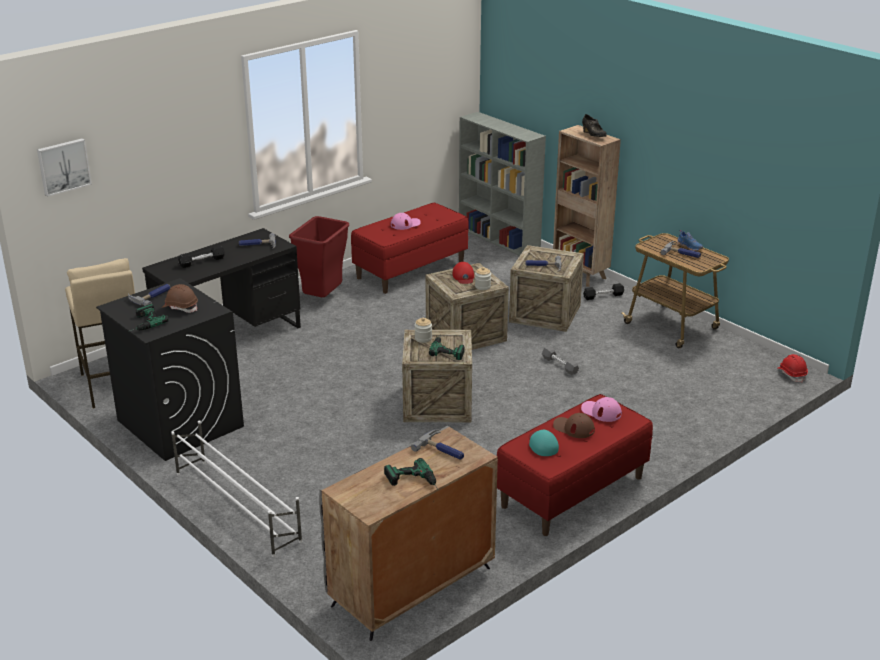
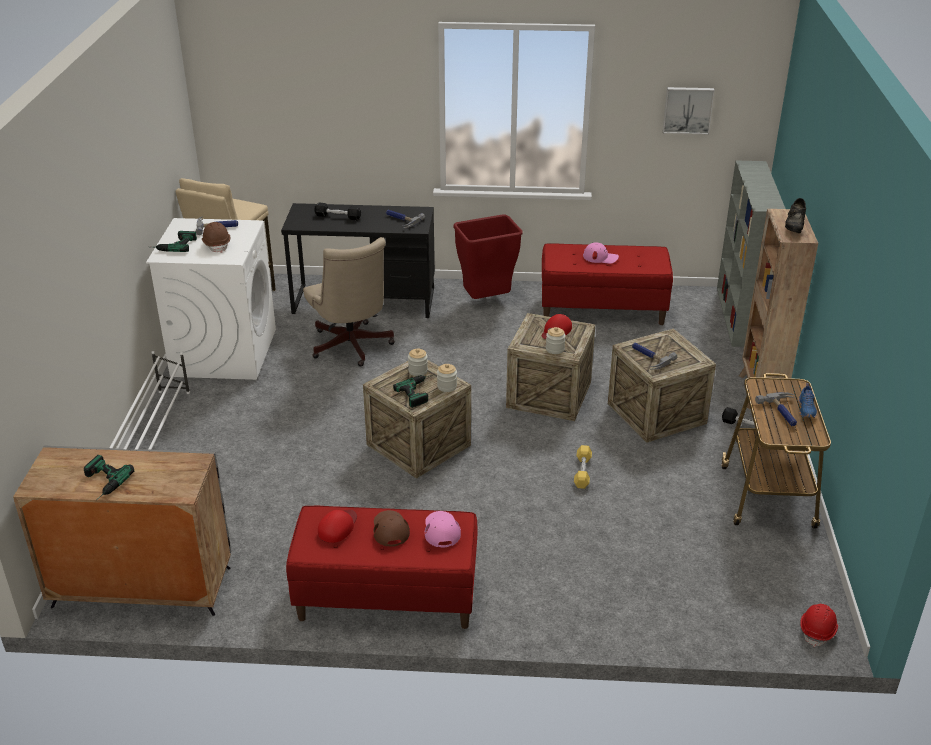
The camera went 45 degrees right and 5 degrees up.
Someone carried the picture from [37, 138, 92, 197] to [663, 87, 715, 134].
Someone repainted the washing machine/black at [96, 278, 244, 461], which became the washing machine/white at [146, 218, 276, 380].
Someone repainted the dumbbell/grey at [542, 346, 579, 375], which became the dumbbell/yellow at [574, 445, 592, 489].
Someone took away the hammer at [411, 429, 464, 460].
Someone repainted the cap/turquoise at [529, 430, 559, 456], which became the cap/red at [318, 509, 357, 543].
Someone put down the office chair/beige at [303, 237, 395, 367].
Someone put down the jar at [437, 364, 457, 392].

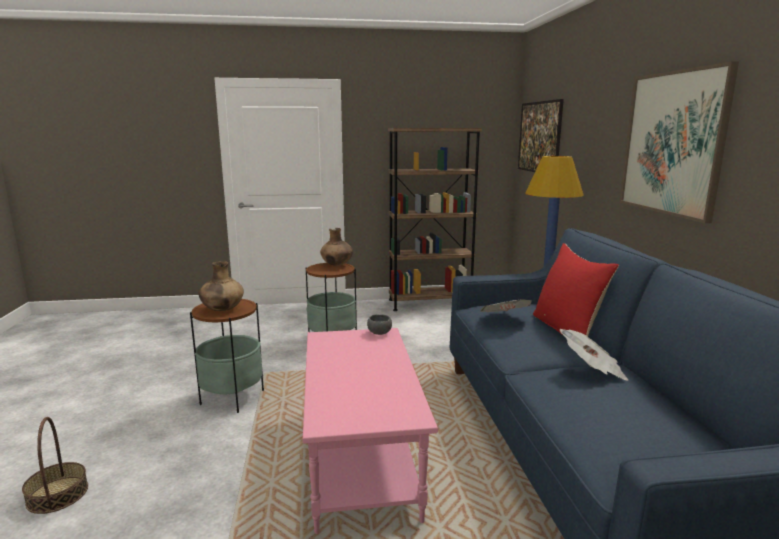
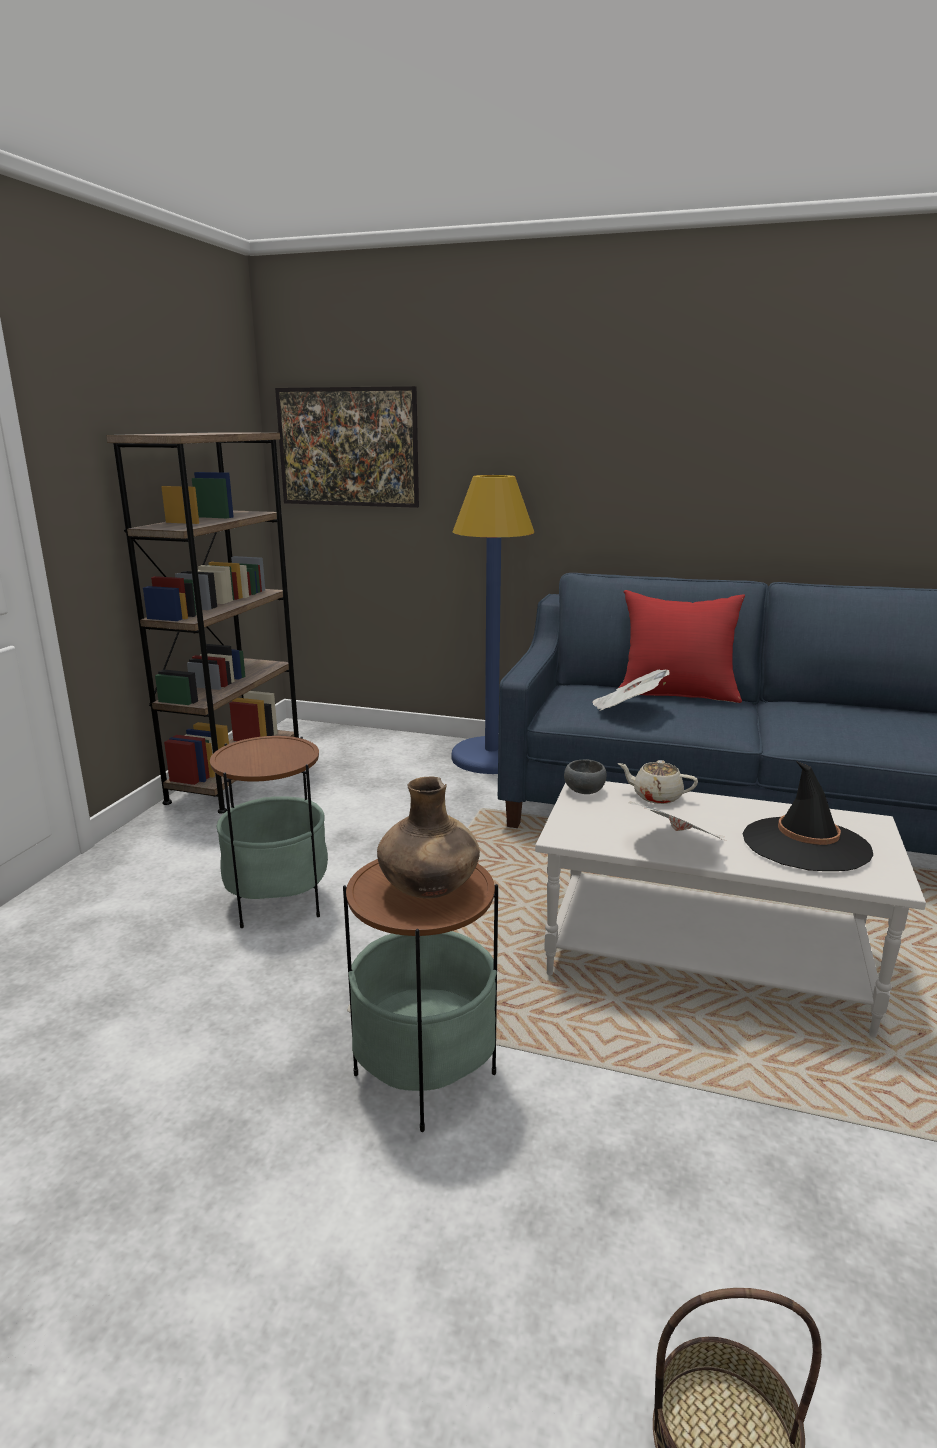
The camera went 65 degrees left and 5 degrees up.
Someone took away the picture at [619, 61, 739, 223].
Someone took away the vase/brown at [320, 228, 353, 266].
Someone repainted the coffee table/pink at [303, 328, 438, 534], which became the coffee table/white at [535, 781, 926, 1038].
Someone carried the newspaper from [560, 329, 628, 381] to [629, 802, 726, 841].
Someone put down the teapot/beige at [617, 760, 698, 804].
Someone put down the hat/black at [743, 761, 873, 871].

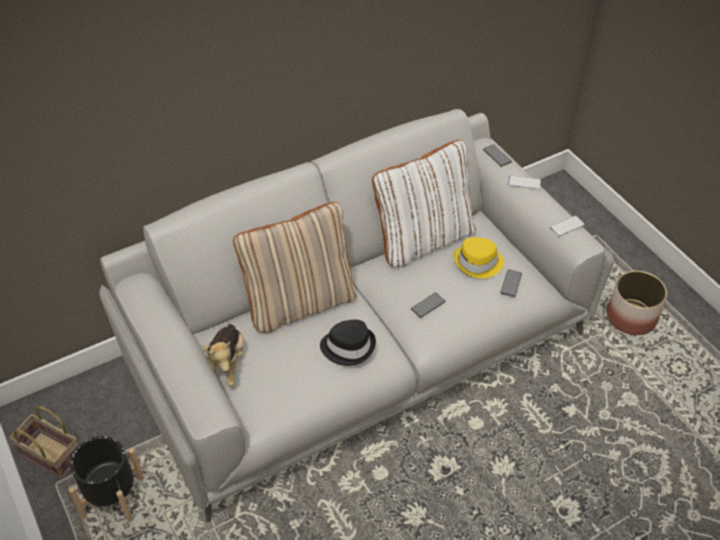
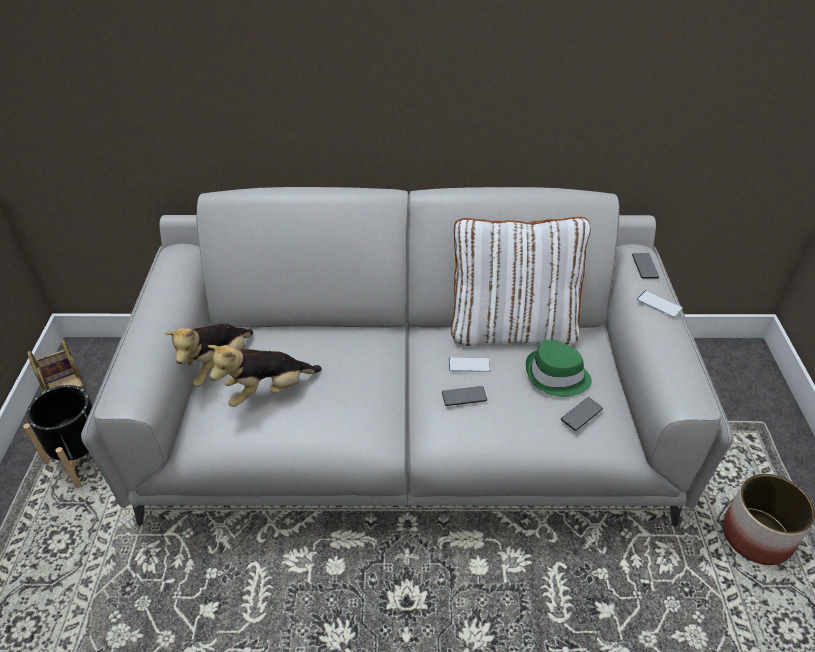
The camera went 30 degrees right and 5 degrees down.
Someone took away the pillow/beige at [233, 202, 357, 333].
Someone carried the phone from [550, 216, 585, 236] to [449, 357, 490, 372].
Someone repainted the hat/yellow at [454, 237, 504, 279], which became the hat/green at [526, 339, 592, 397].
Someone took away the hat/black at [320, 320, 376, 366].
Someone put down the plush toy at [207, 345, 322, 407].

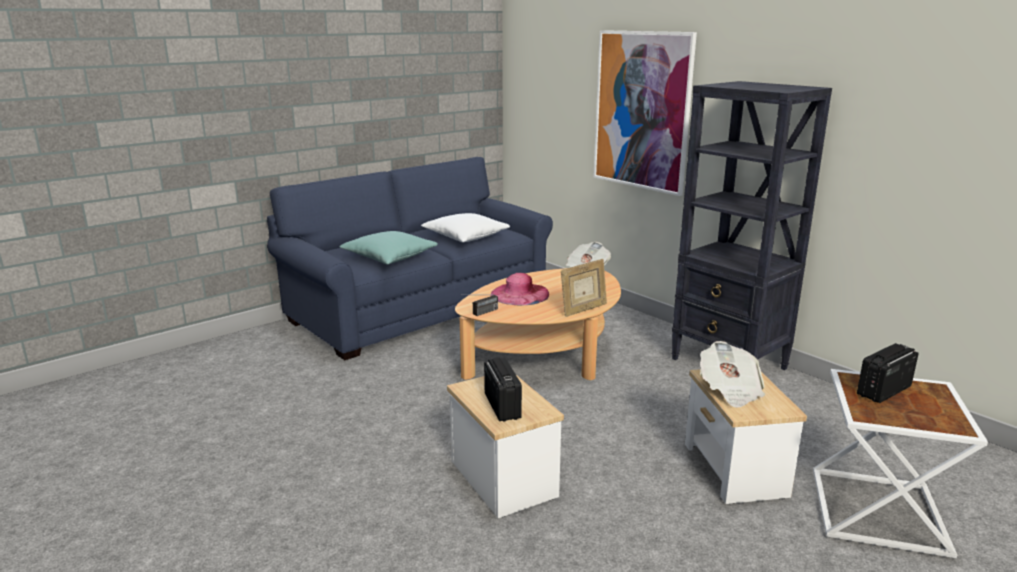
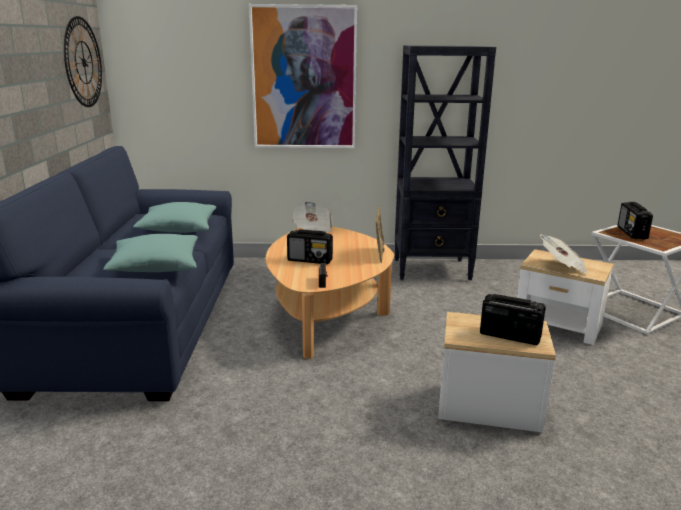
The camera went 50 degrees left and 0 degrees up.
Someone repainted the pillow/white at [421, 213, 510, 243], which became the pillow/turquoise at [133, 202, 216, 233].
Someone swapped the hat/pink at [491, 273, 549, 305] for the radio at [287, 229, 333, 264].
Someone put up the wall clock at [64, 16, 102, 107].

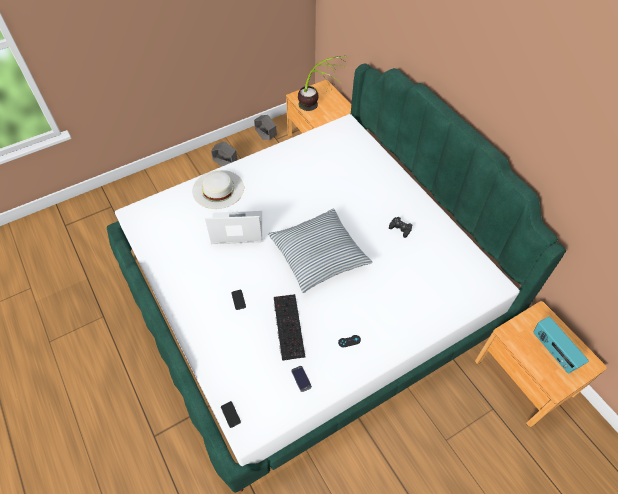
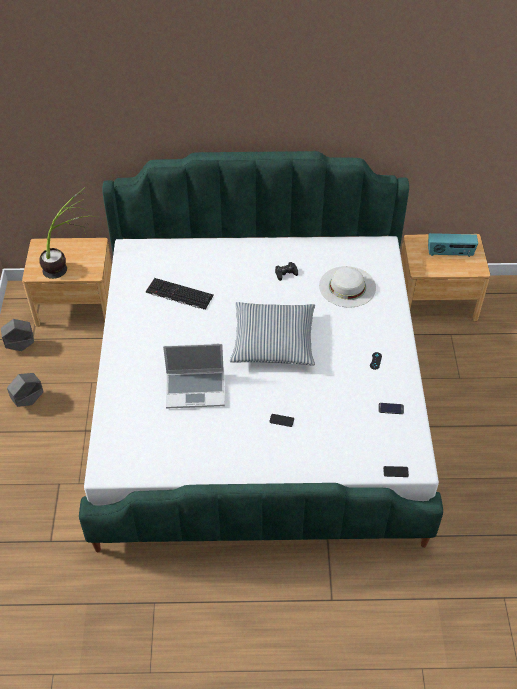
The camera went 60 degrees left and 5 degrees down.
Someone carried the hat/white from [192, 170, 244, 209] to [319, 266, 376, 307].
Someone rotated the laptop at [205, 211, 262, 244] by 120 degrees counterclockwise.
Someone carried the keyboard from [274, 294, 305, 361] to [146, 278, 214, 310].

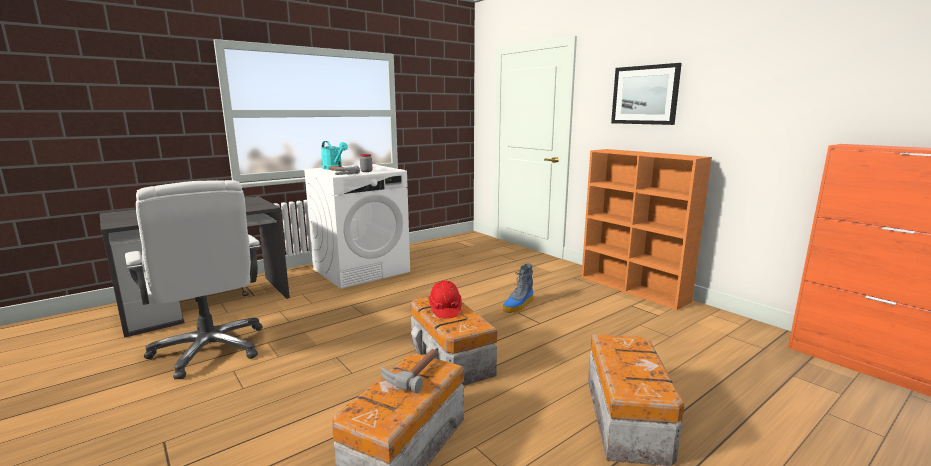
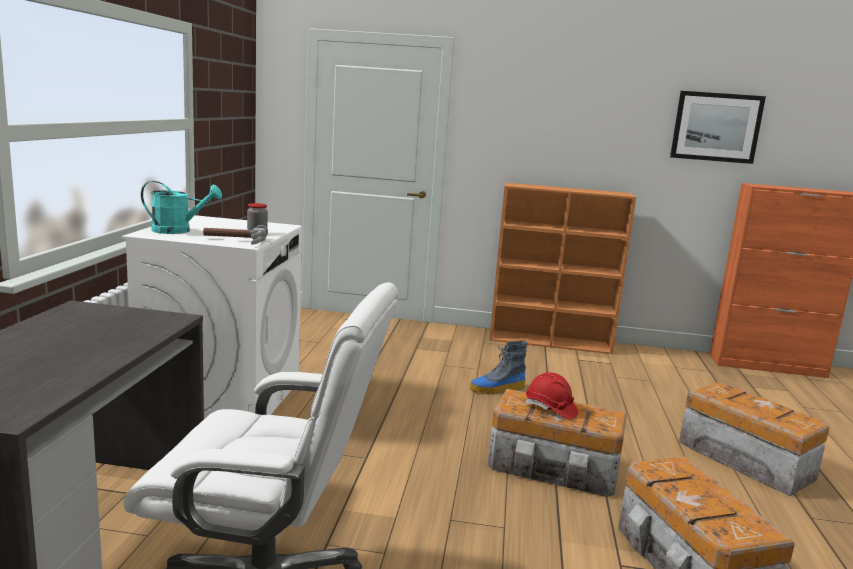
The camera went 45 degrees left and 0 degrees up.
Someone carried the picture from [611, 63, 682, 125] to [670, 91, 766, 164].
Someone rotated the boot at [502, 264, 533, 313] by 75 degrees clockwise.
Someone took away the hammer at [381, 349, 438, 393].

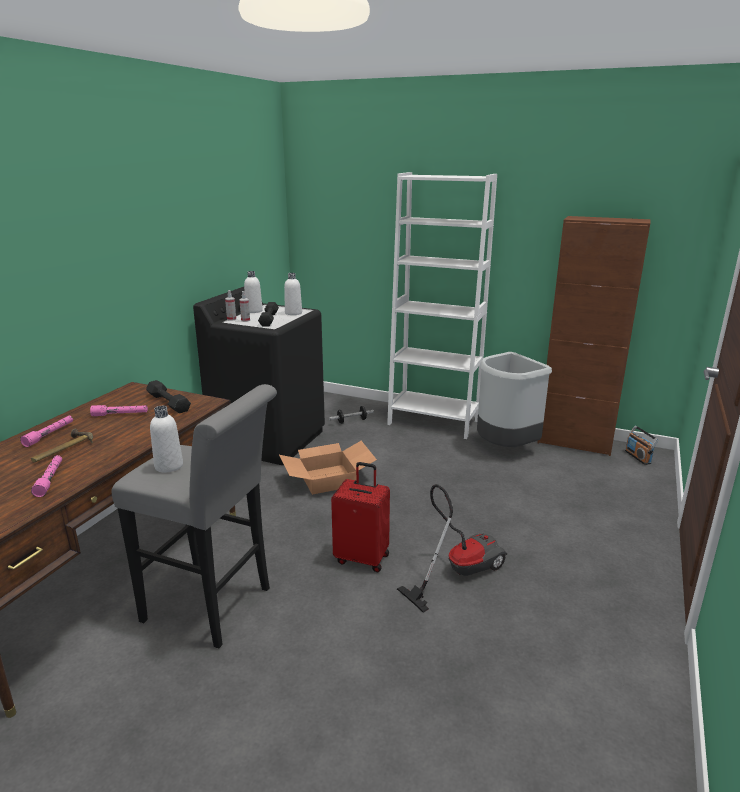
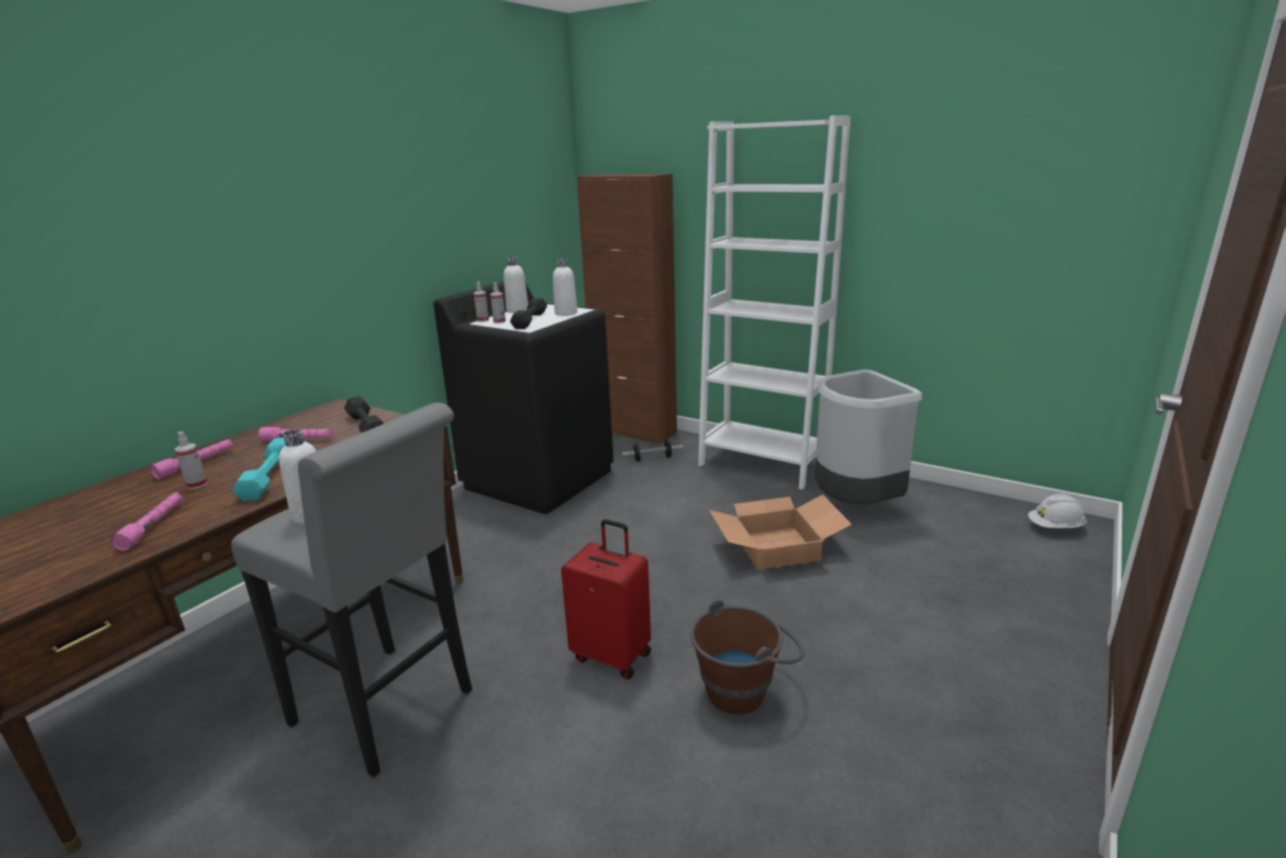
The camera went 10 degrees right and 0 degrees up.
Someone carried the cabinet/brown from [537, 216, 651, 456] to [577, 174, 677, 445].
Someone swapped the radio at [625, 425, 659, 465] for the hard hat/white at [1028, 494, 1087, 528].
Someone swapped the hammer at [31, 429, 93, 462] for the spray bottle at [174, 432, 207, 489].
Someone carried the cardboard box from [279, 441, 377, 495] to [709, 495, 852, 570].
Someone swapped the vacuum cleaner at [397, 484, 507, 613] for the bucket/brown at [690, 599, 805, 714].
Someone put down the dumbbell/turquoise at [233, 437, 285, 501].

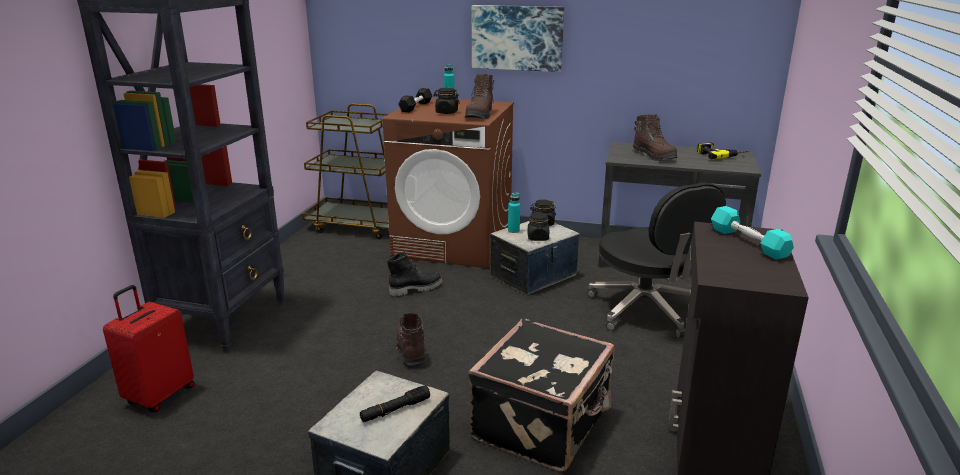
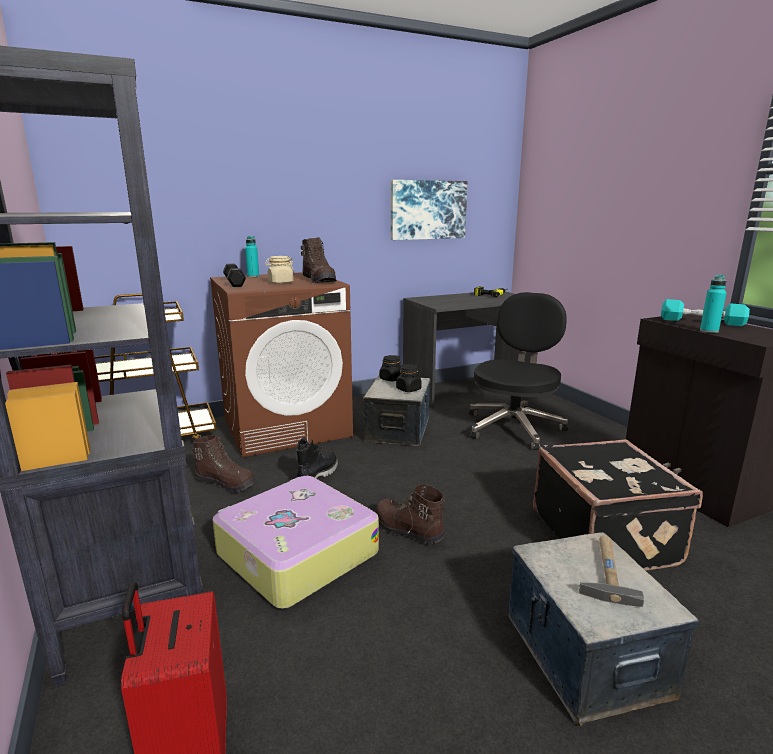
The camera went 40 degrees left and 5 degrees down.
Someone carried the picture from [472, 5, 564, 72] to [391, 180, 467, 240].
Someone repainted the jar/black at [433, 88, 460, 114], which became the jar/beige at [265, 256, 294, 284].
Someone carried the boot/brown from [633, 114, 677, 161] to [192, 435, 256, 493].
Someone rotated the office chair/black at [587, 182, 726, 338] by 90 degrees counterclockwise.
Someone carried the bottle/turquoise from [508, 193, 520, 233] to [700, 275, 726, 333].
Someone swapped the flashlight/black at [360, 385, 430, 422] for the hammer at [579, 536, 645, 607].
Someone put down the suitcase at [212, 476, 379, 609].

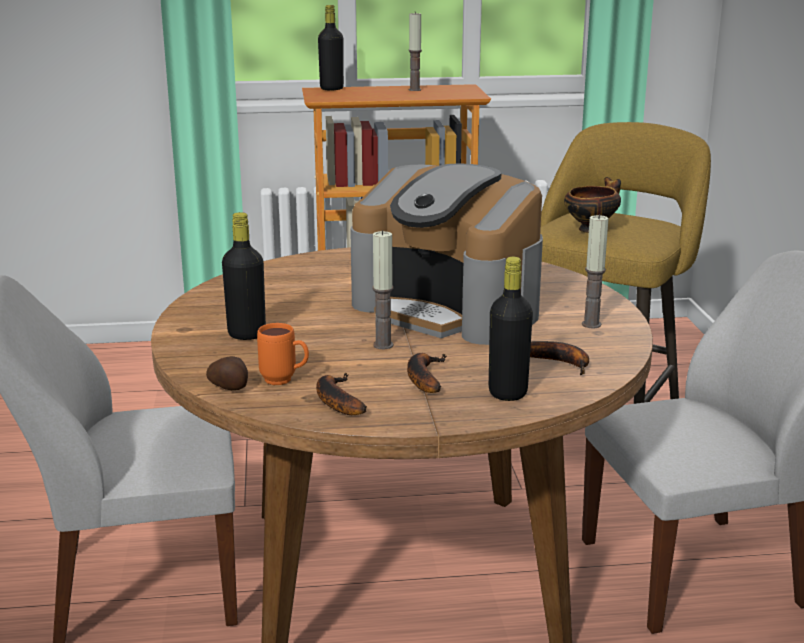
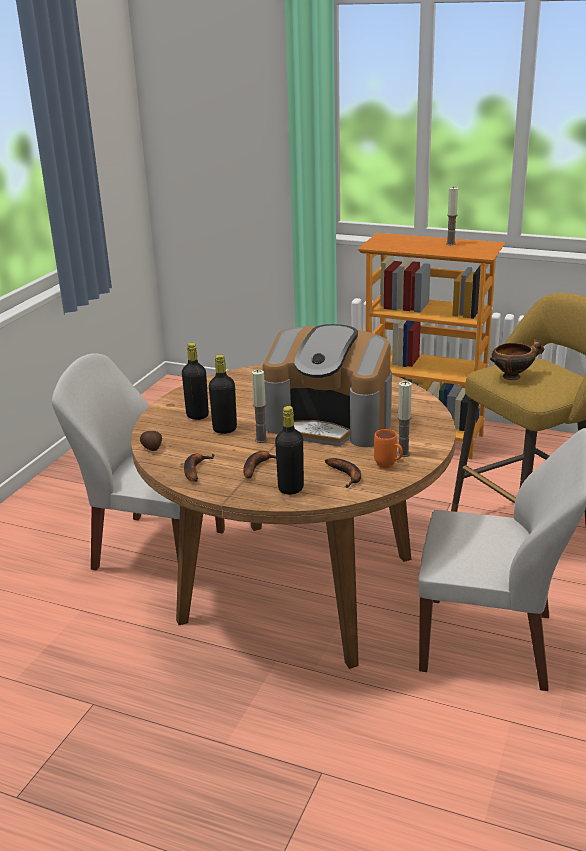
The camera went 30 degrees right and 5 degrees up.
Someone carried the bottle/black from [318, 5, 344, 90] to [209, 355, 237, 434].
Someone rotated the coffee machine at [350, 163, 543, 345] by 45 degrees counterclockwise.
Someone carried the mug/orange from [257, 323, 309, 385] to [374, 429, 403, 468].

